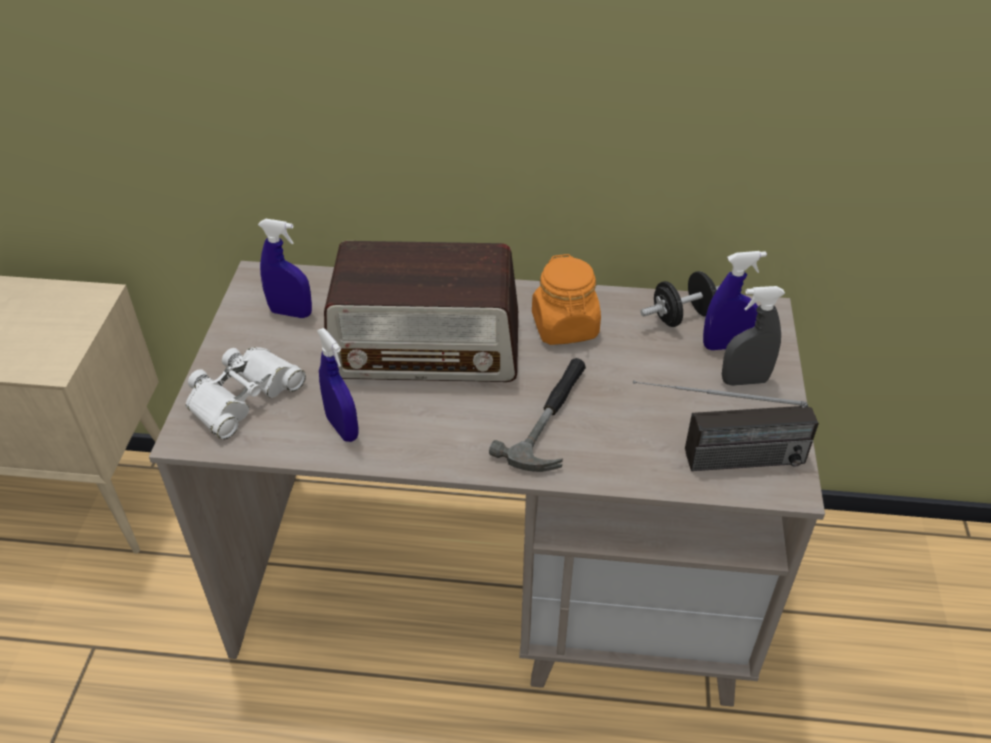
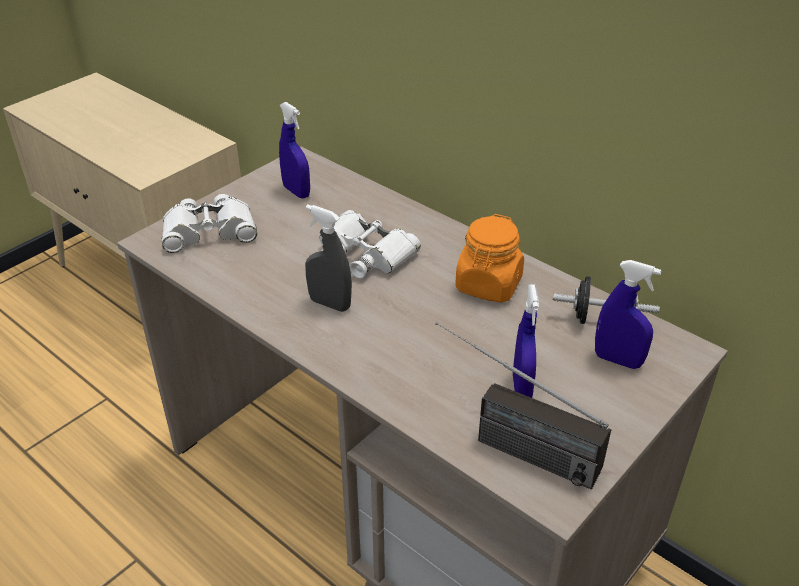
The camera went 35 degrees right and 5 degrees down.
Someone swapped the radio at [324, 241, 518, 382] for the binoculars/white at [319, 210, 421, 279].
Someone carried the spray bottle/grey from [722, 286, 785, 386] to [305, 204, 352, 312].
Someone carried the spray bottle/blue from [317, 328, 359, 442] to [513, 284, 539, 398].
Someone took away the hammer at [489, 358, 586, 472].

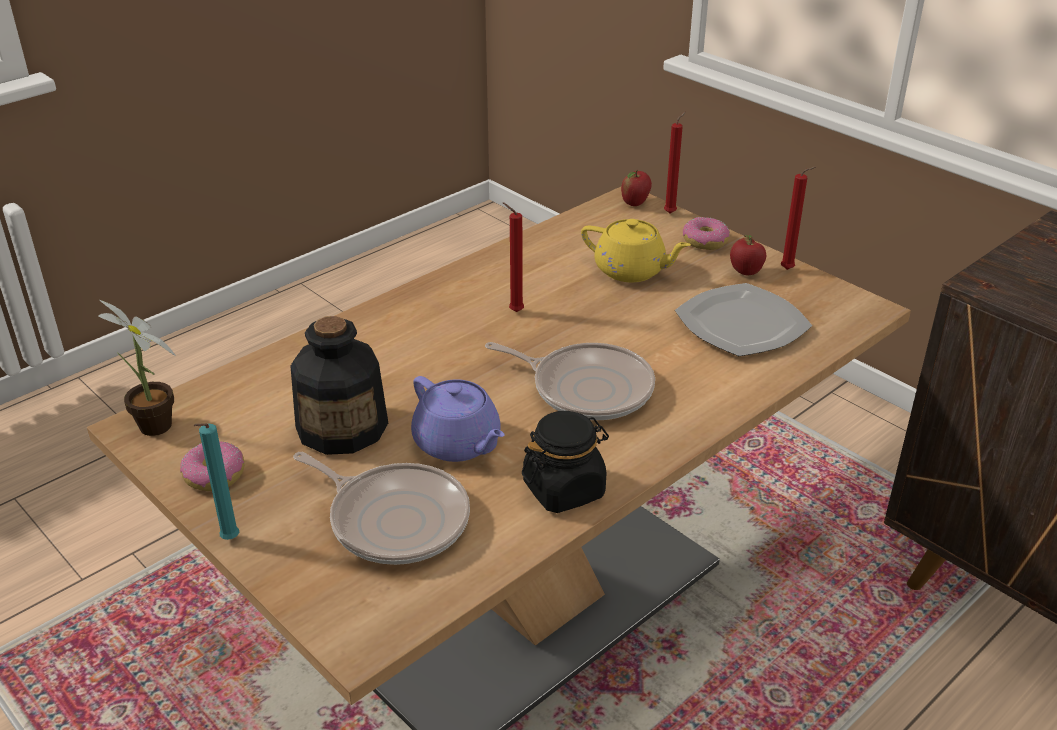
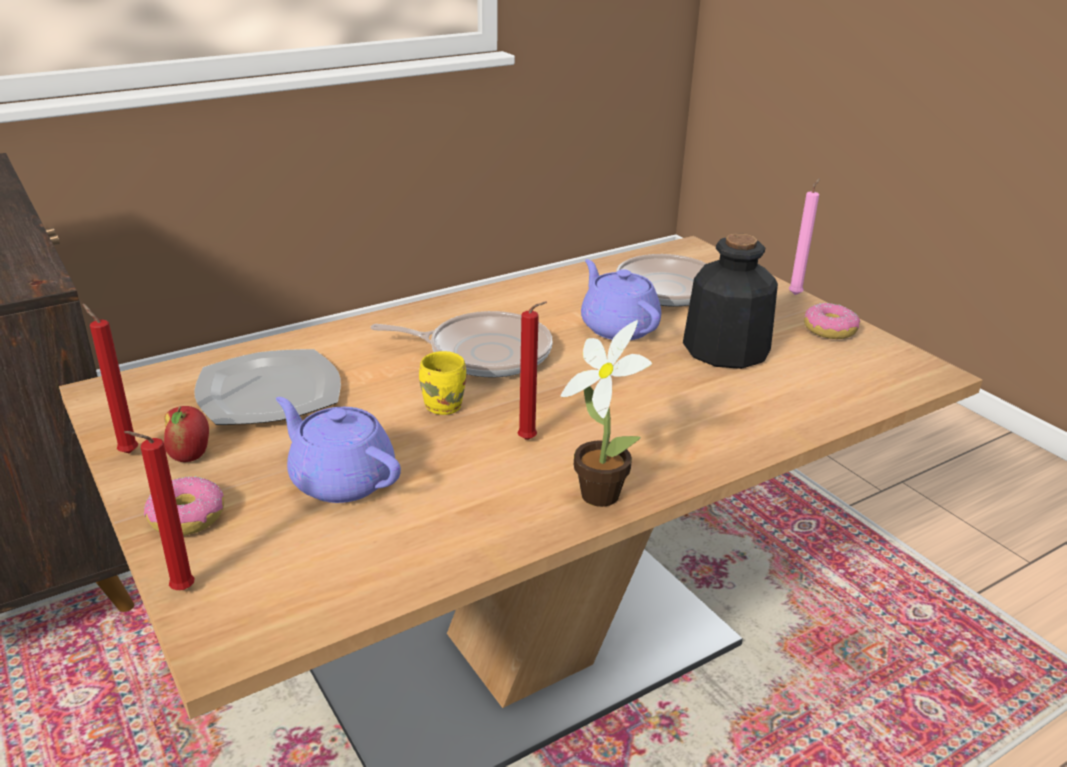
The camera went 170 degrees left and 5 degrees down.
Someone took away the apple at [621, 170, 652, 206].
Someone repainted the teapot/yellow at [581, 219, 691, 282], which became the teapot/purple at [276, 397, 401, 503].
Someone carried the potted plant from [98, 300, 176, 436] to [561, 320, 652, 507].
Someone rotated the frying pan at [485, 342, 655, 420] by 150 degrees clockwise.
Someone took away the jar/black at [522, 411, 609, 513].
Someone repainted the candle/turquoise at [194, 423, 239, 540], which became the candle/pink at [789, 178, 820, 295].
Someone put down the mug/yellow at [419, 351, 466, 415].

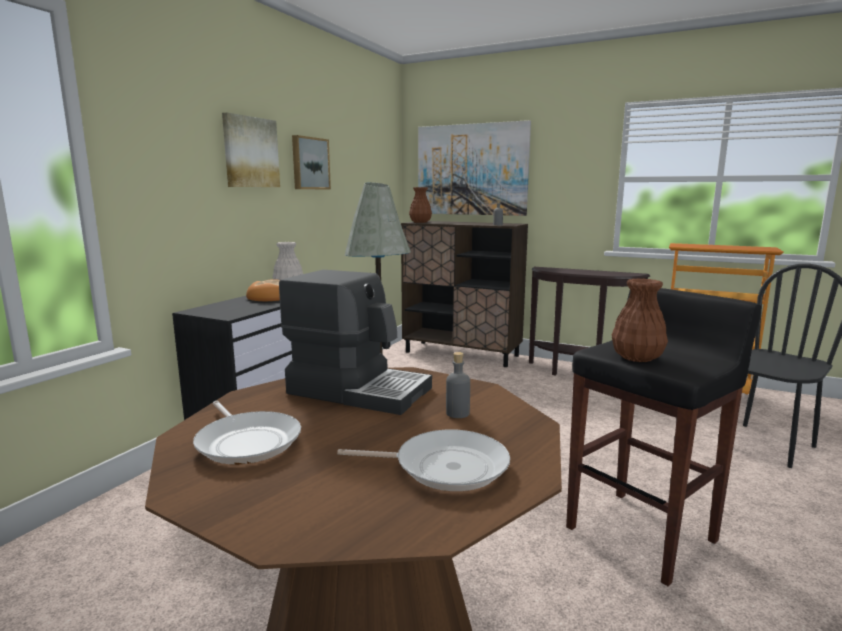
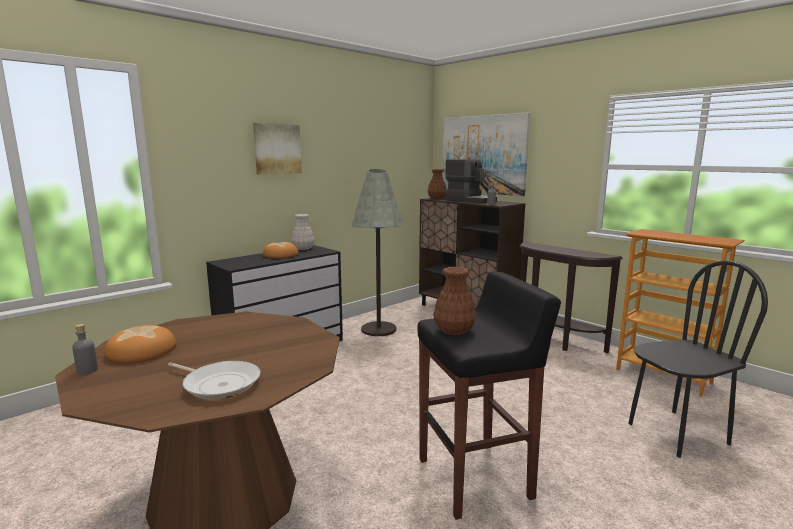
The camera went 20 degrees right and 0 degrees up.
Someone took away the picture at [292, 135, 331, 189].
Someone carried the coffee machine from [279, 270, 432, 415] to [445, 159, 497, 204].
Someone carried the bottle/grey from [446, 352, 470, 418] to [72, 324, 98, 375].
Someone swapped the frying pan at [193, 401, 301, 464] for the bread at [104, 325, 176, 363].

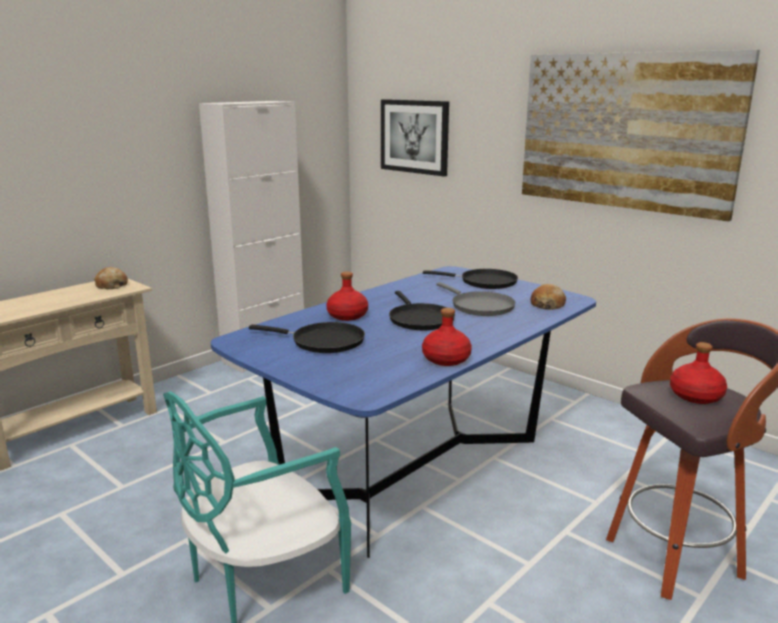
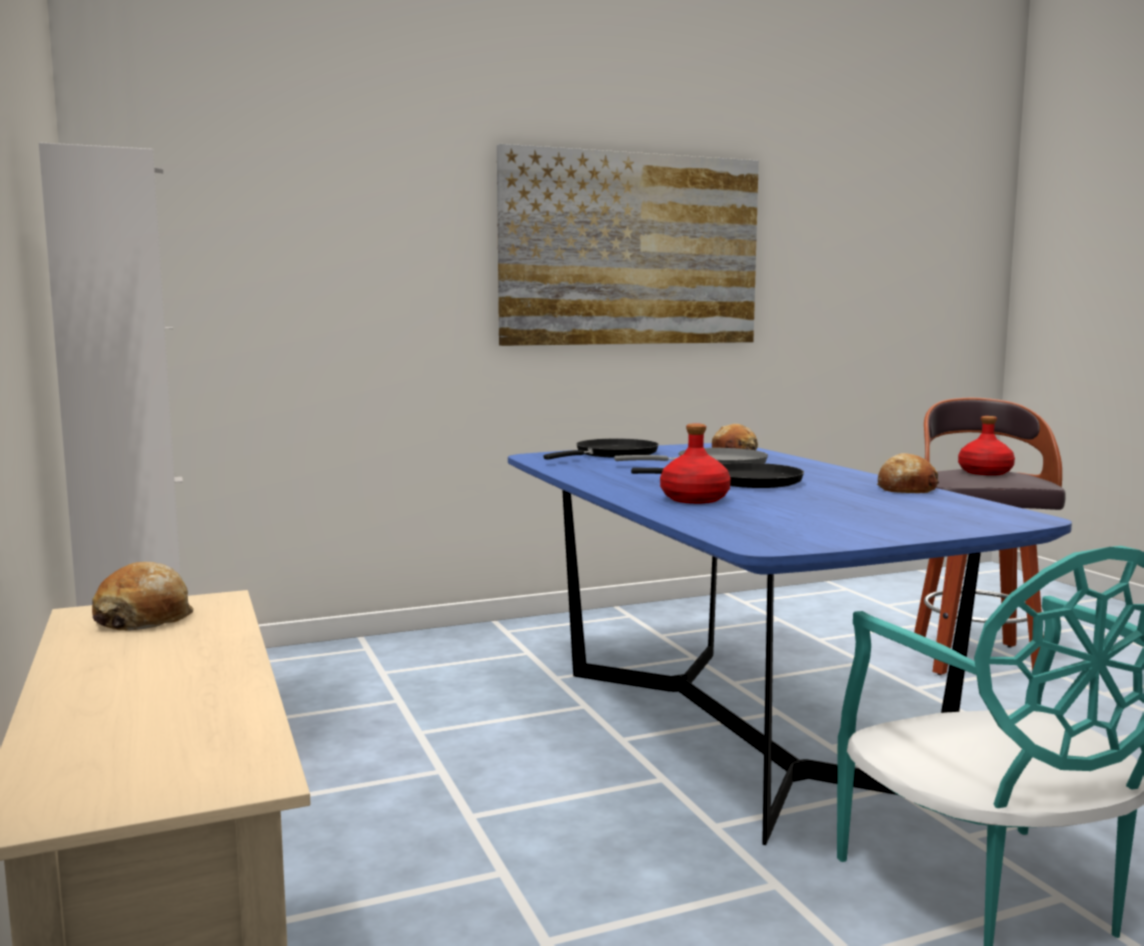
The camera went 65 degrees left and 10 degrees down.
Someone took away the picture at [381, 99, 449, 176].
Someone swapped the bottle/red at [422, 308, 472, 366] for the bread at [877, 453, 939, 493].
Someone took away the frying pan/black at [249, 322, 365, 353].

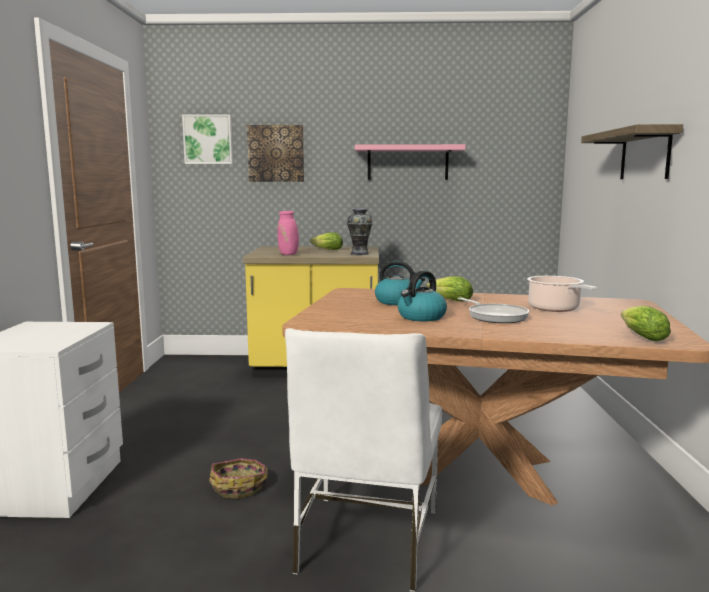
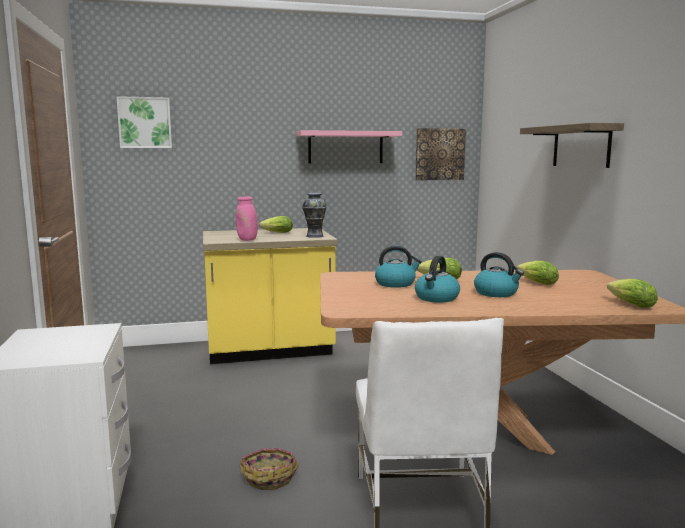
The camera went 15 degrees left and 0 degrees up.
Someone carried the picture from [247, 125, 304, 182] to [415, 128, 466, 180].
Someone swapped the cooking pot at [527, 276, 597, 312] for the lettuce at [517, 261, 559, 285].
Someone swapped the frying pan at [457, 298, 529, 323] for the kettle at [474, 252, 524, 297].

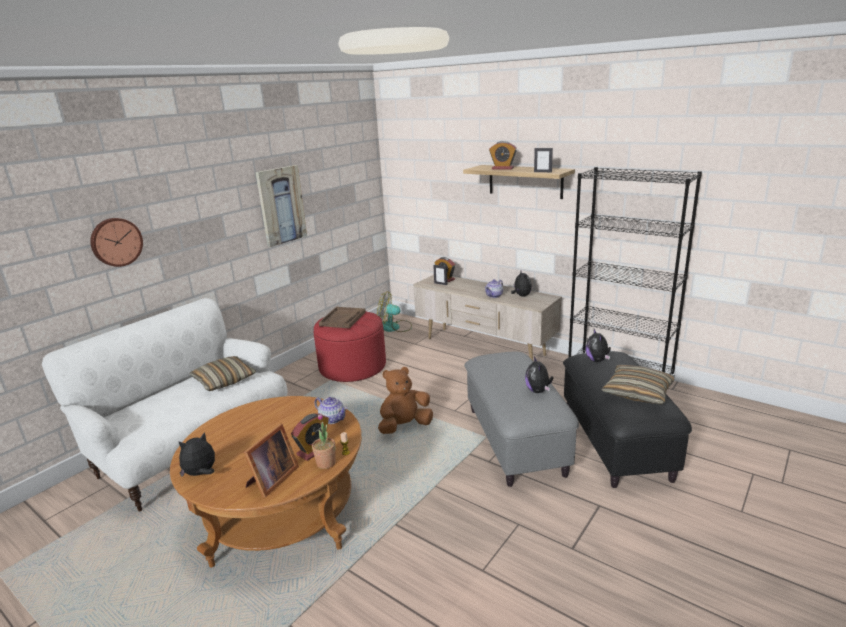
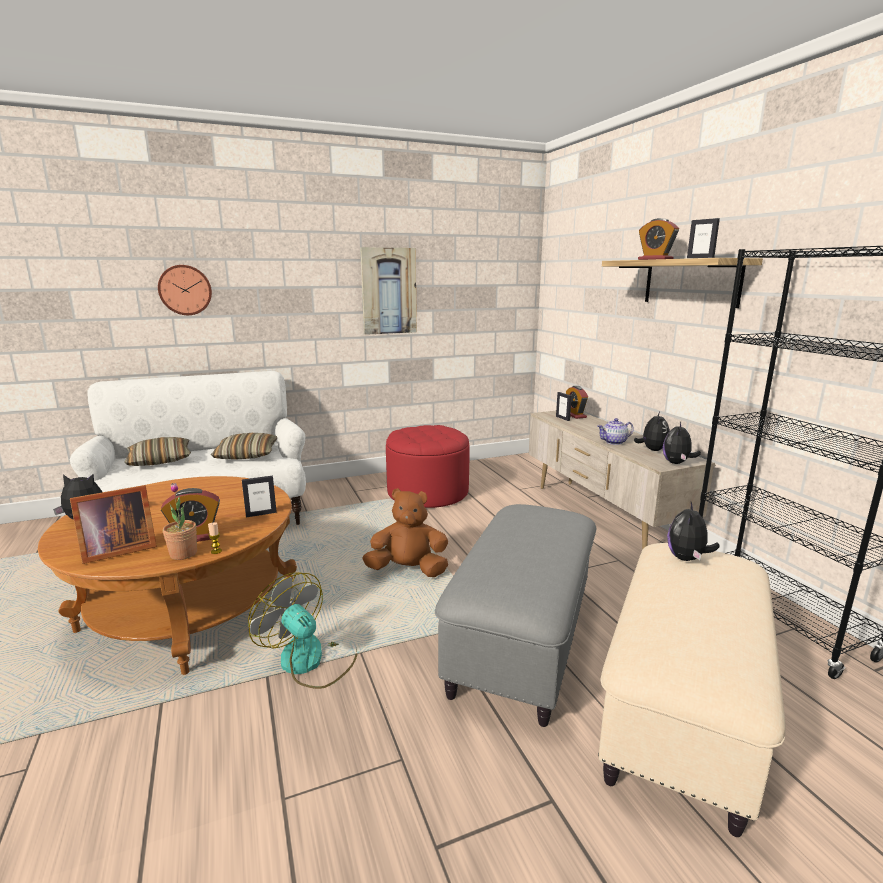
The camera went 30 degrees right and 5 degrees down.
Someone carried the fan from [377, 291, 412, 332] to [248, 572, 357, 689].
Someone took away the tray/brown at [319, 307, 366, 328].
Someone repainted the ottoman/black at [563, 351, 692, 488], which became the ottoman/beige at [598, 543, 786, 837].
Someone carried the plush toy from [525, 356, 553, 393] to [663, 422, 701, 464].
Someone carried the pillow from [601, 365, 674, 405] to [124, 437, 191, 466].
Someone swapped the teapot at [314, 397, 347, 424] for the picture frame at [242, 476, 277, 518].

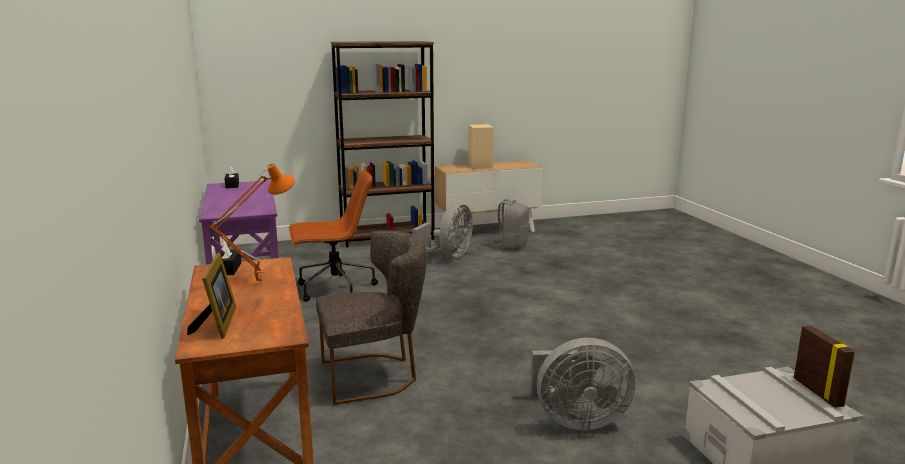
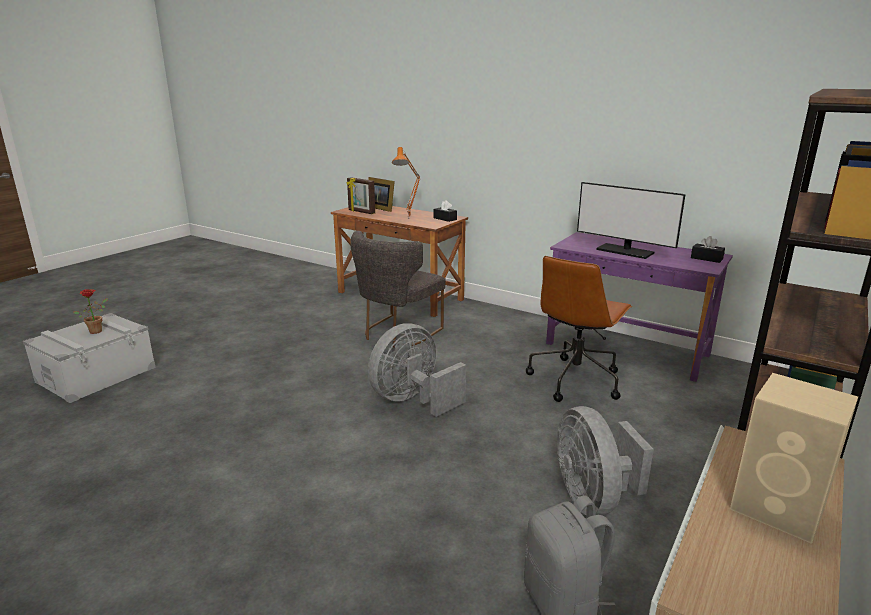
The camera went 140 degrees right and 5 degrees up.
Someone carried the picture frame from [794, 325, 855, 408] to [346, 177, 375, 214].
Someone carried the fan/grey from [531, 338, 635, 431] to [368, 323, 466, 417].
Someone put down the monitor at [577, 182, 686, 259].
Someone put down the potted plant at [73, 289, 108, 334].

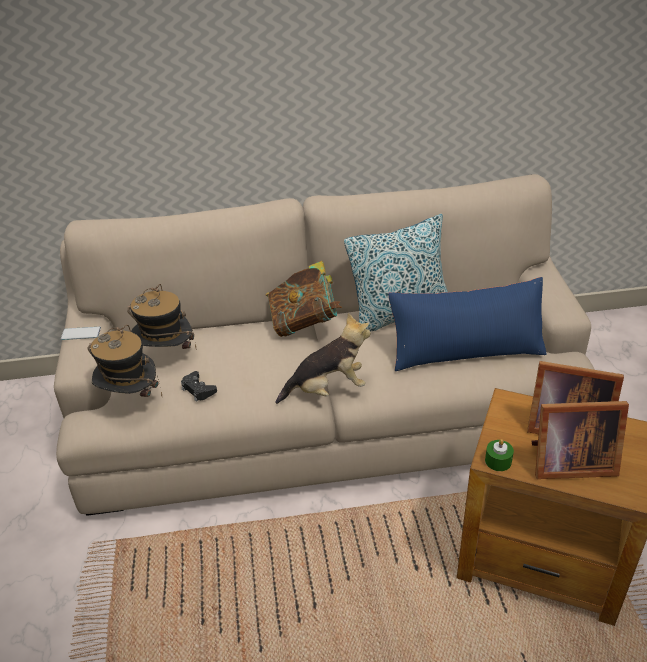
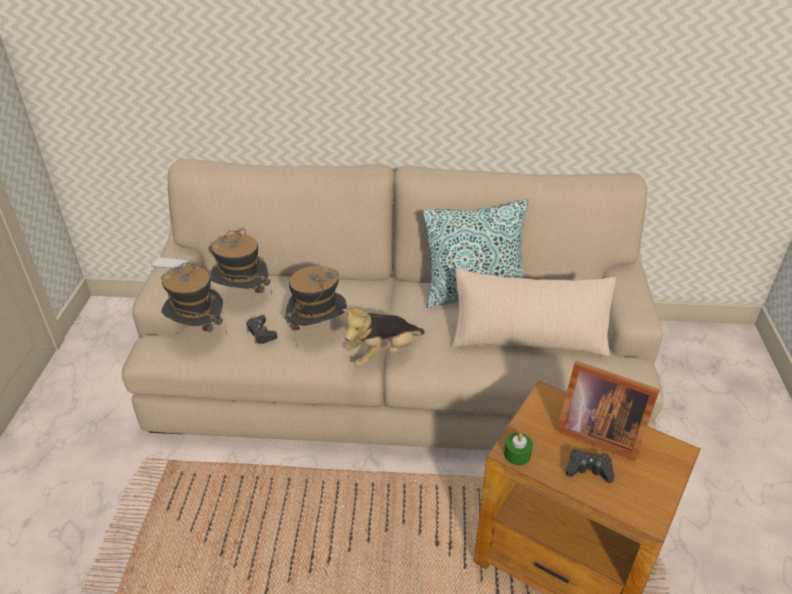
The camera went 10 degrees right and 0 degrees up.
Someone took away the book at [266, 261, 342, 337].
Someone repainted the pillow/blue at [388, 277, 547, 371], which became the pillow/beige at [452, 269, 616, 356].
Someone rotated the plush toy at [276, 313, 371, 404] by 150 degrees clockwise.
Someone swapped the picture frame at [532, 401, 629, 479] for the game controller/black at [566, 449, 615, 483].
Someone put down the hat at [284, 266, 347, 340].

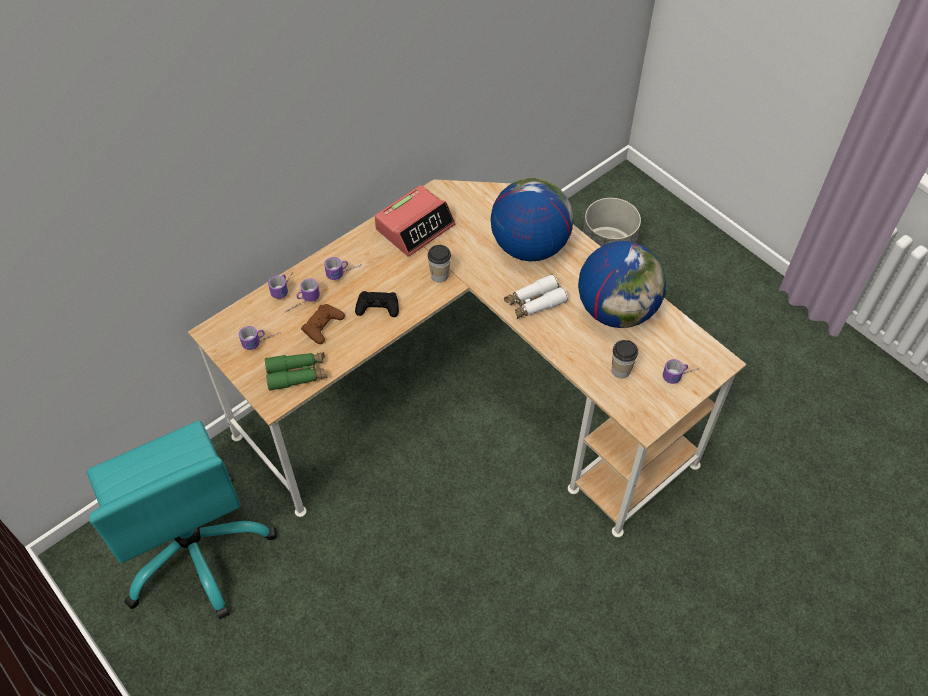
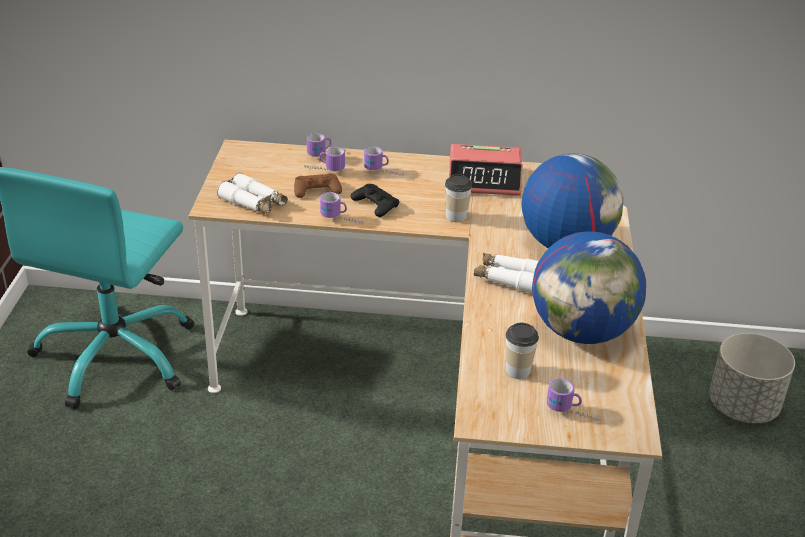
The camera went 45 degrees right and 20 degrees down.
Someone carried the mug from [239, 326, 281, 350] to [320, 192, 363, 224].
Someone repainted the binoculars/green at [265, 352, 328, 391], which became the binoculars/white at [217, 173, 288, 215].

